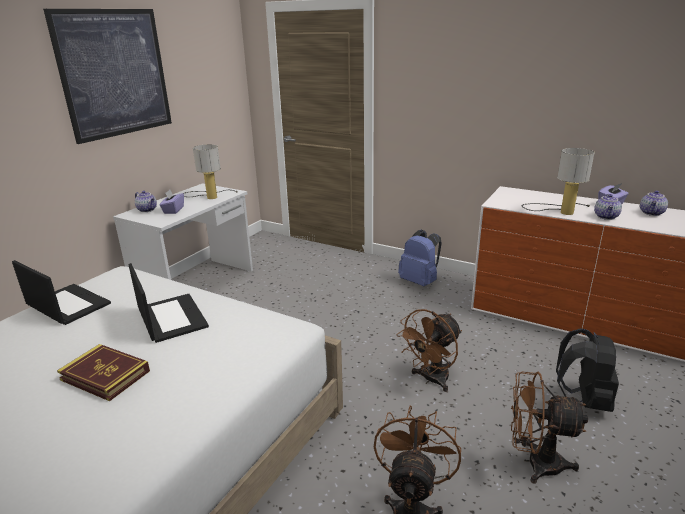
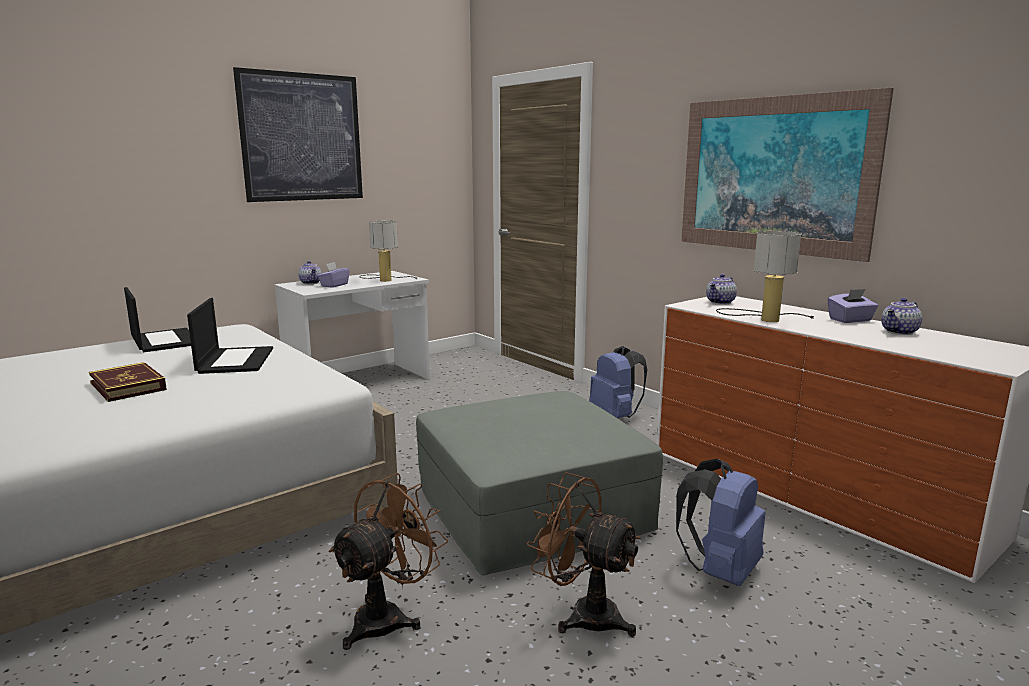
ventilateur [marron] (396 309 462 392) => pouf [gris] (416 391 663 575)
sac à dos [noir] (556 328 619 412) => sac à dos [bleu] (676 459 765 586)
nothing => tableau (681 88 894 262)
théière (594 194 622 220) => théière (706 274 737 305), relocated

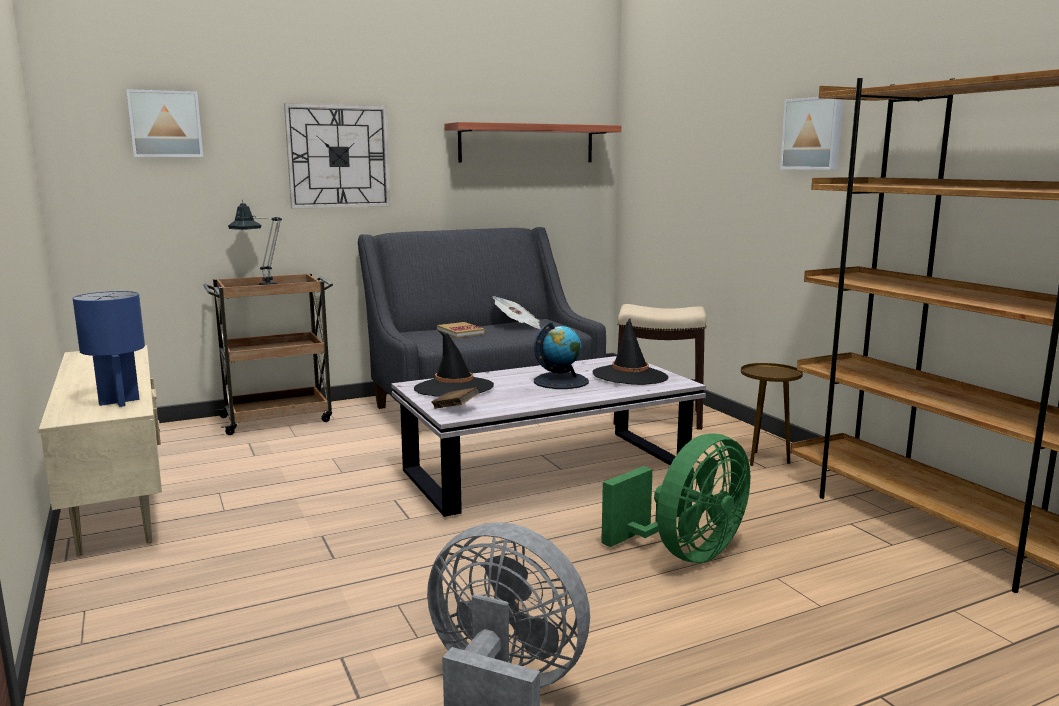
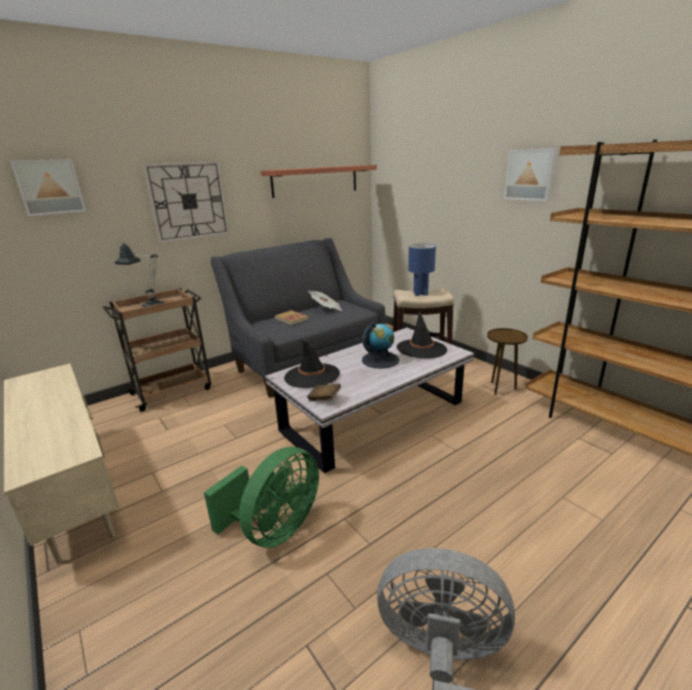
ventilateur [vert] (601 433 750 563) => ventilateur [vert] (204 447 319 548), relocated
lampe de table [bleu] (73 291 145 407) => lampe de table [bleu] (408 244 436 296), relocated

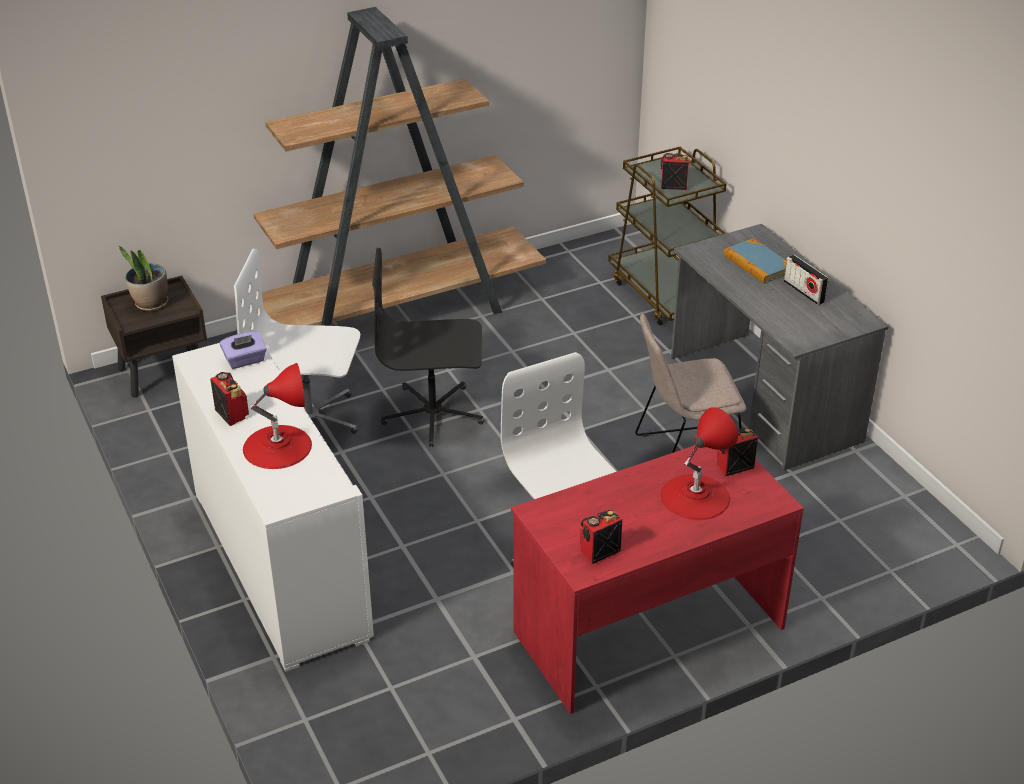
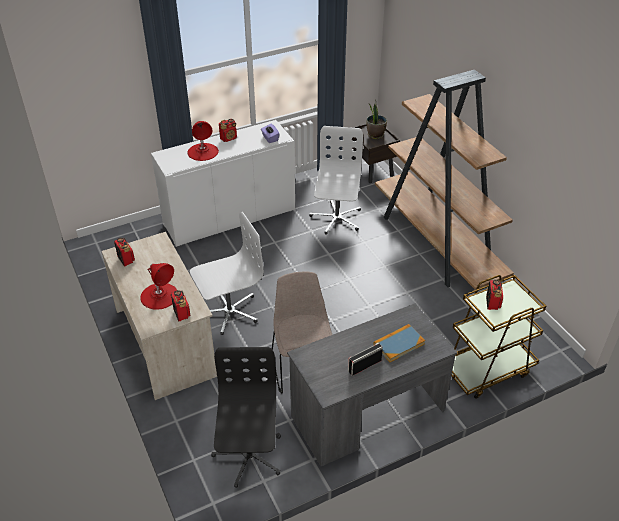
bureau [rouge] (511 445 804 714) => bureau [beige] (102 232 217 400)
chaise de bureau [noir] (372 248 484 447) => chaise de bureau [noir] (211 347 281 488), relocated

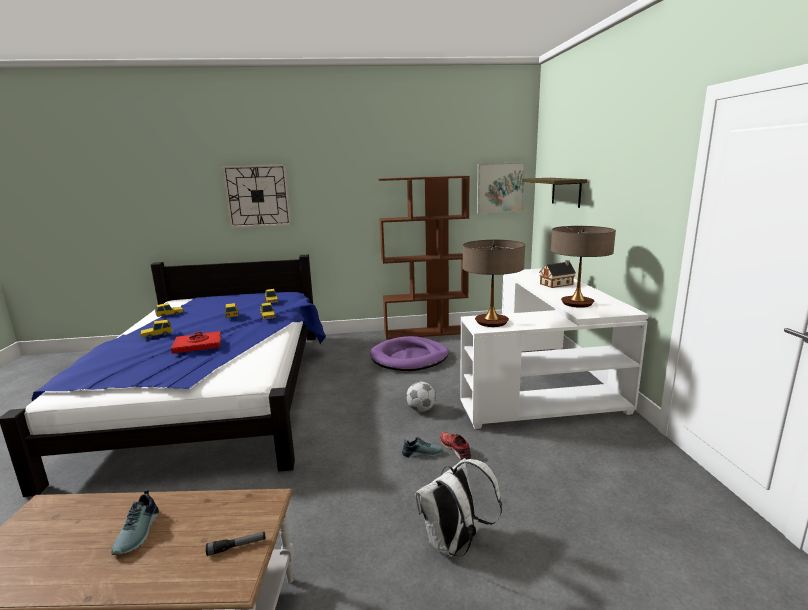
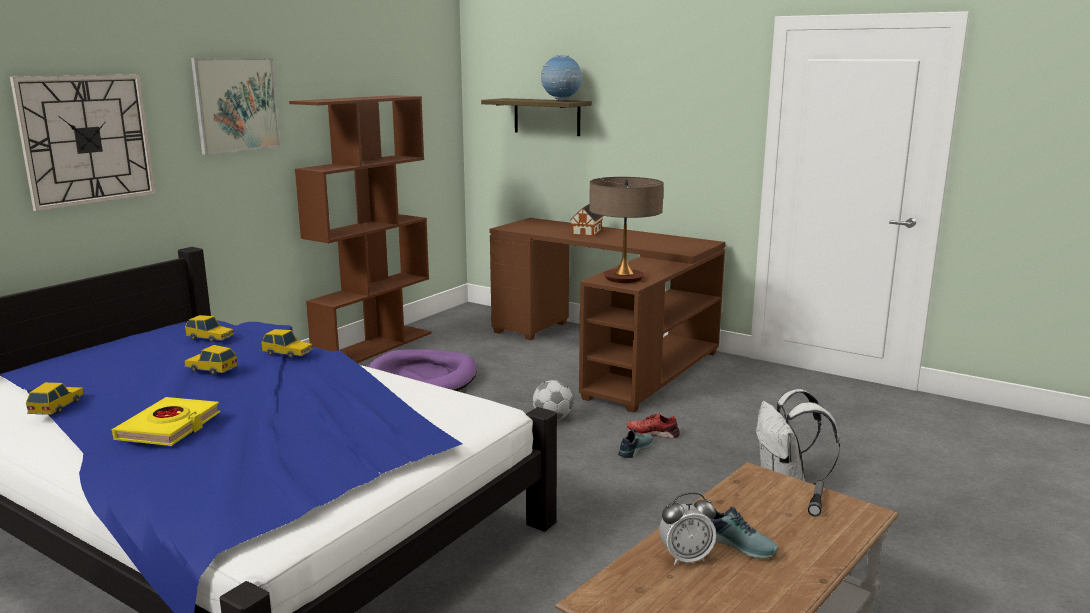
petite voiture (141 320 172 338) => livre [jaune] (112 397 220 446)
tableau (477 162 526 213) => tableau (191 58 280 155), relocated
bureau [blanc] (460 268 649 429) => bureau [marron] (489 218 725 413)
nothing => globe (541 55 582 101)
nothing => réveil (659 492 717 565)
livre [rouge] (171 331 221 354) => nothing
lampe de table (551 226 616 308) => nothing

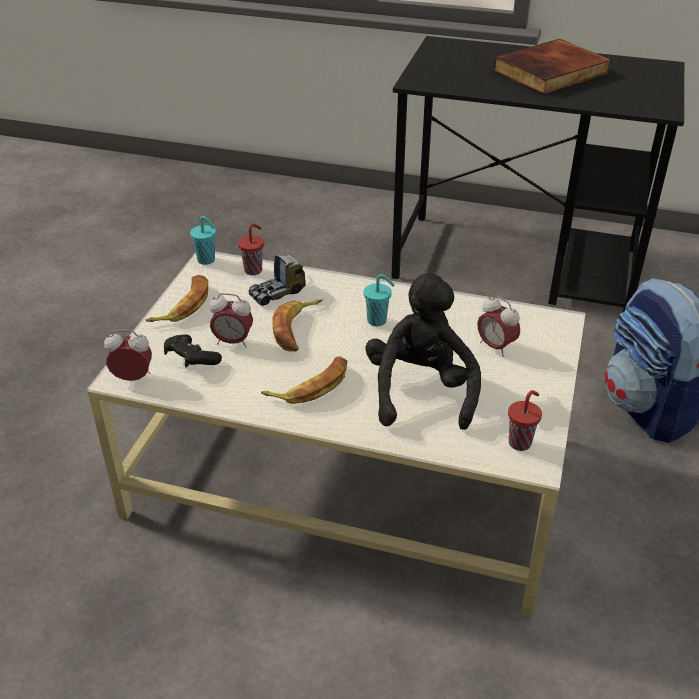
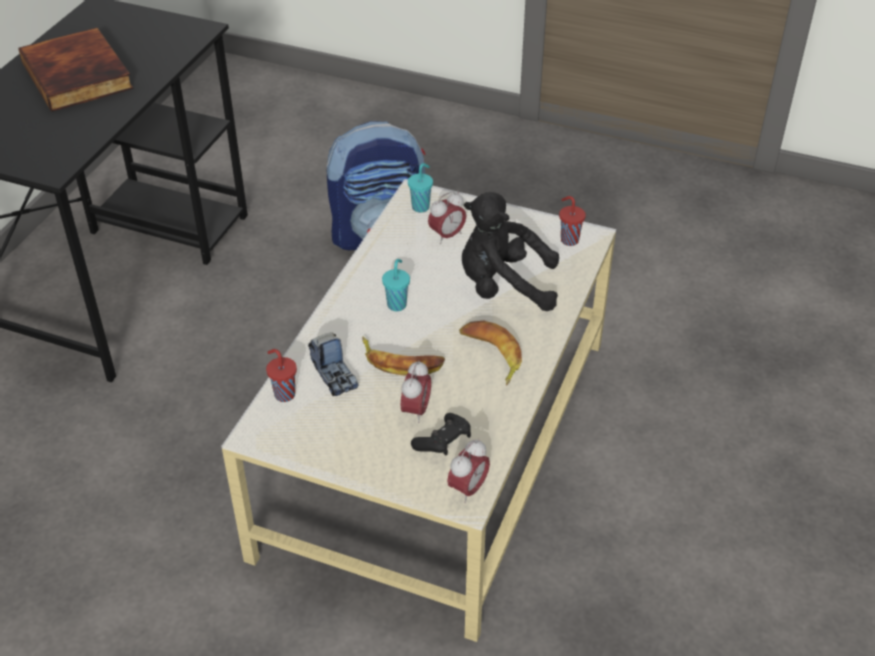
tasse [turquoise] (190 216 216 265) => tasse [turquoise] (408 163 433 213), relocated
réveil (104 330 152 381) => réveil (447 439 490 503), 150 degrees counterclockwise
banane (145 275 208 322) => nothing

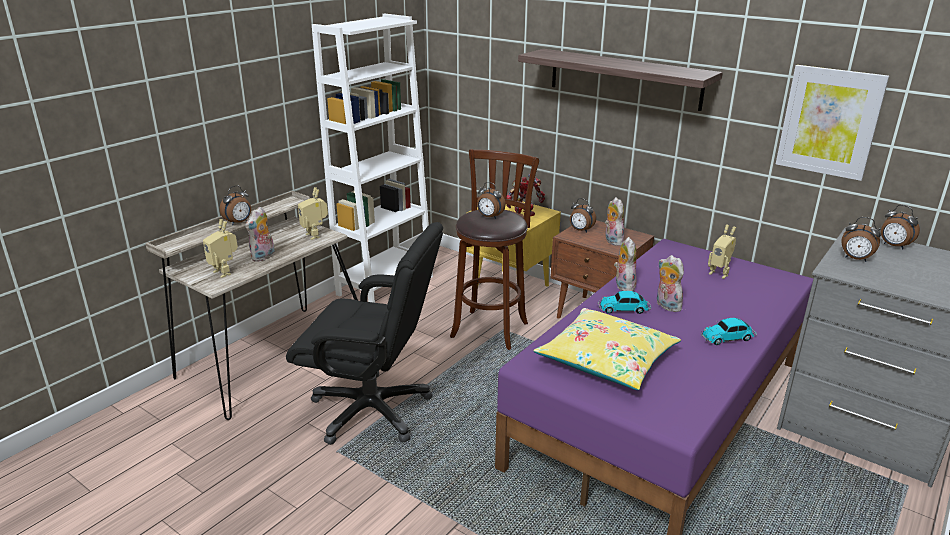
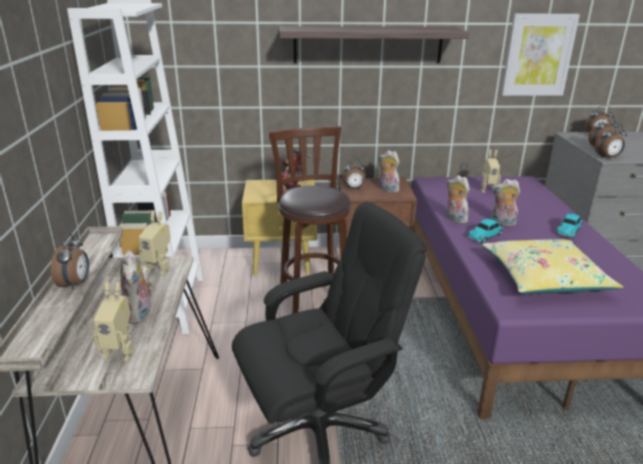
réveil (477 182 506 219) => réveil (595 123 627 158), relocated

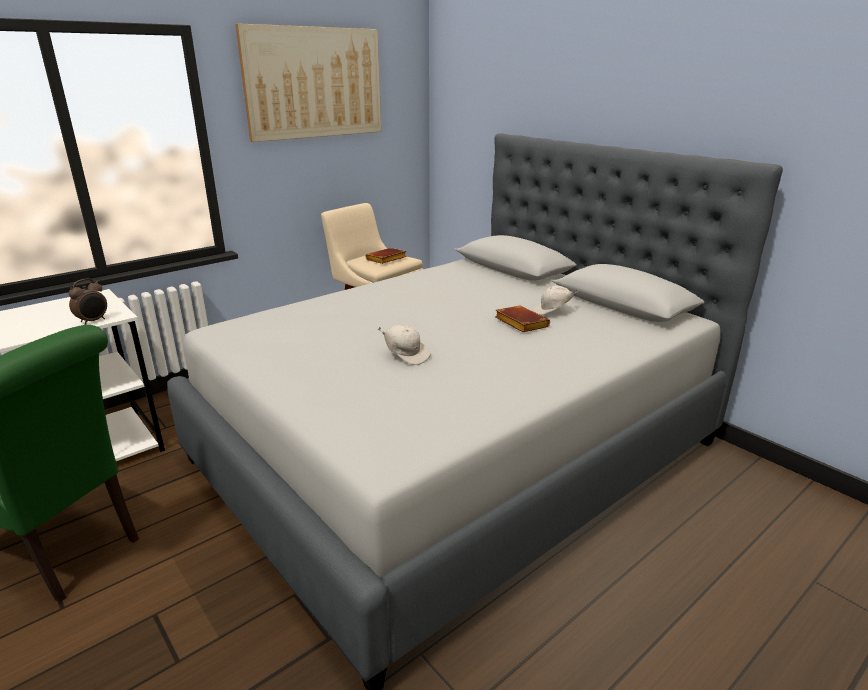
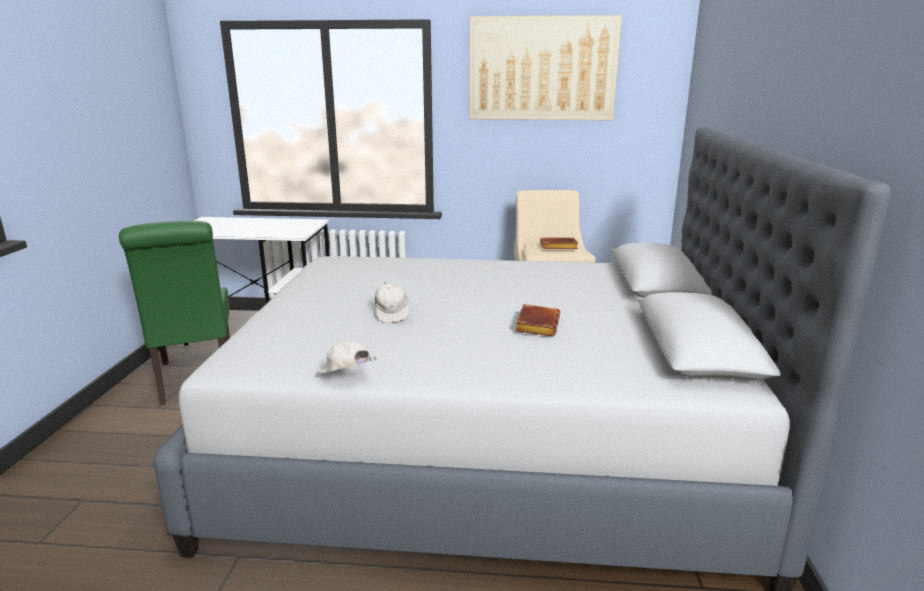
casquette [blanc] (532 286 578 315) => casquette [blanc] (316 341 377 373), relocated
réveil (69 279 107 325) => nothing

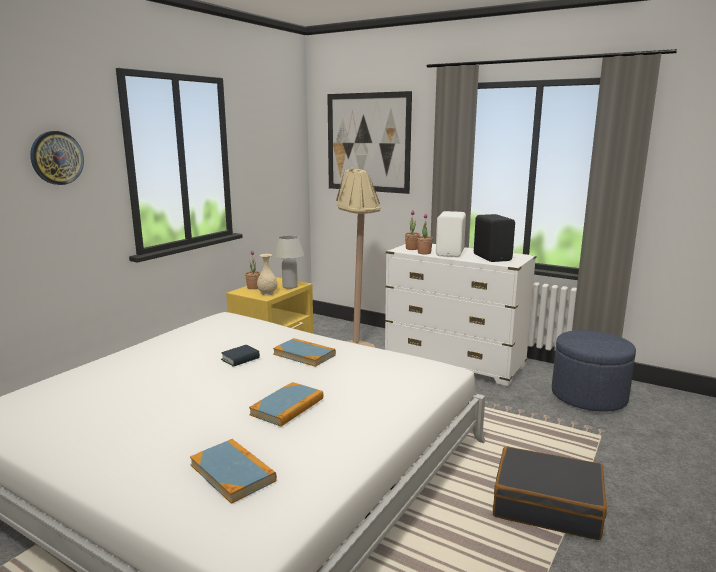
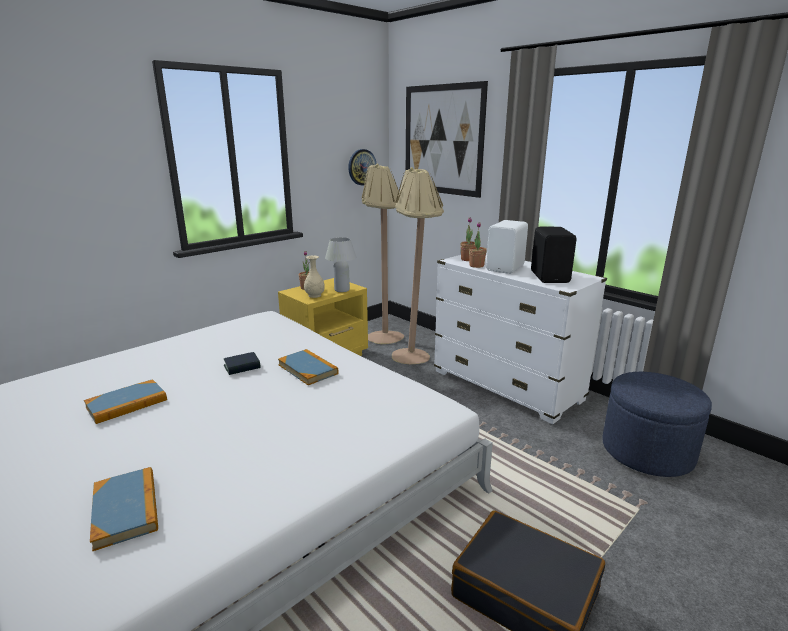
livre (249 382 323 427) => livre (84 379 167 424), relocated
horloge murale (30 131 84 185) => horloge murale (348 149 377 185), relocated
nothing => lampadaire [beige] (362 164 404 344)

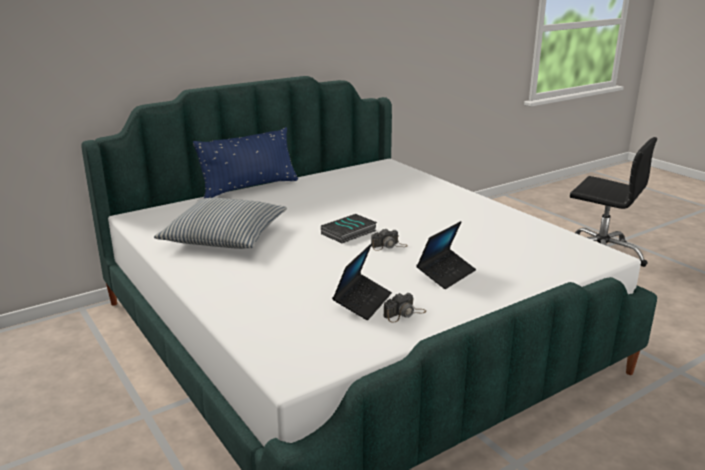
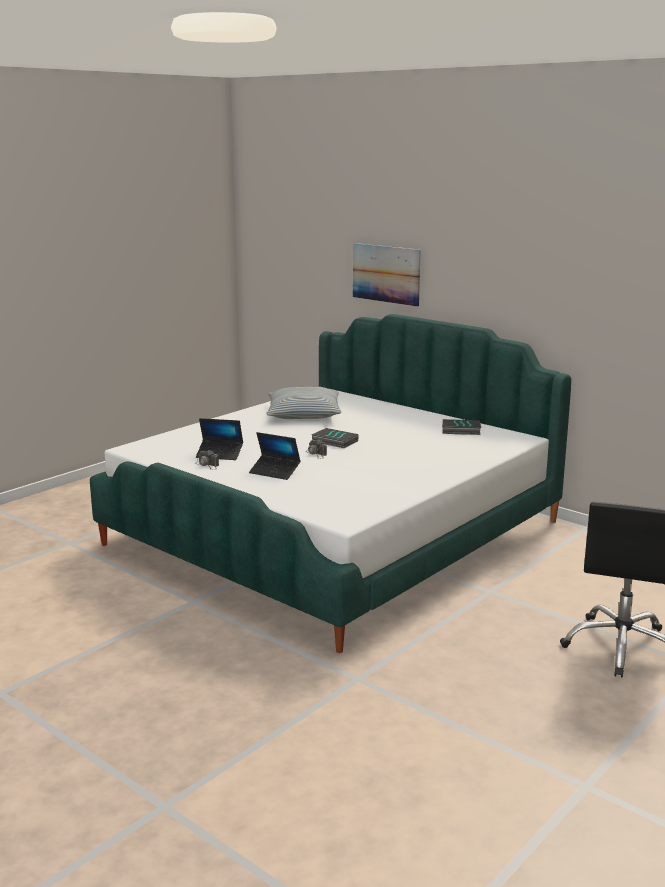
nothing => tableau (353 243 421 307)
nothing => livre (442 419 481 435)
coussin [bleu] (193 127 298 198) => nothing

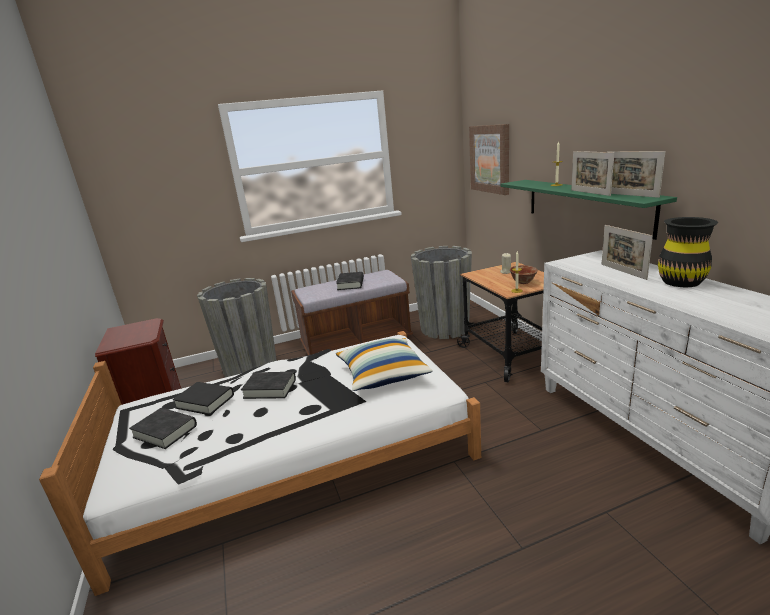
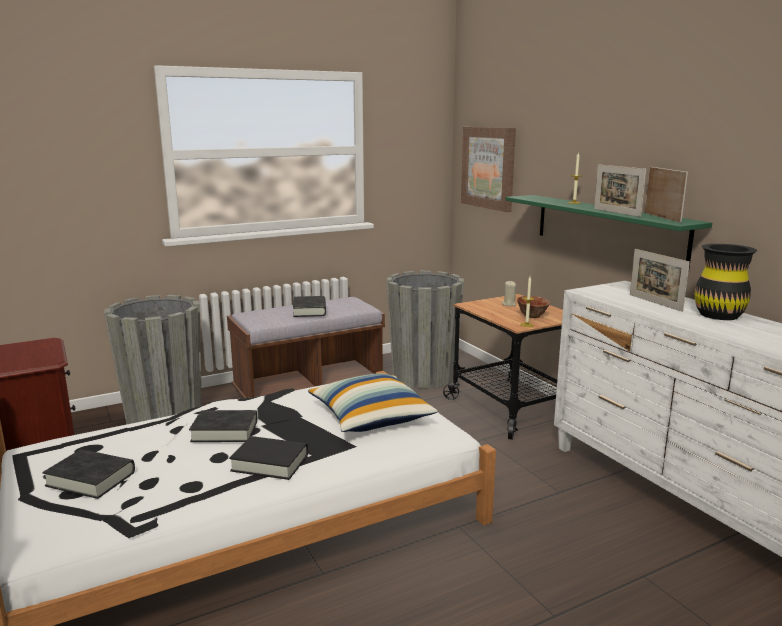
livre [noir] (173 382 234 415) => livre [noir] (229 436 308 480), relocated
cadre photo (607 151 666 198) => cadre photo (645 167 688 223), 150 degrees counterclockwise

